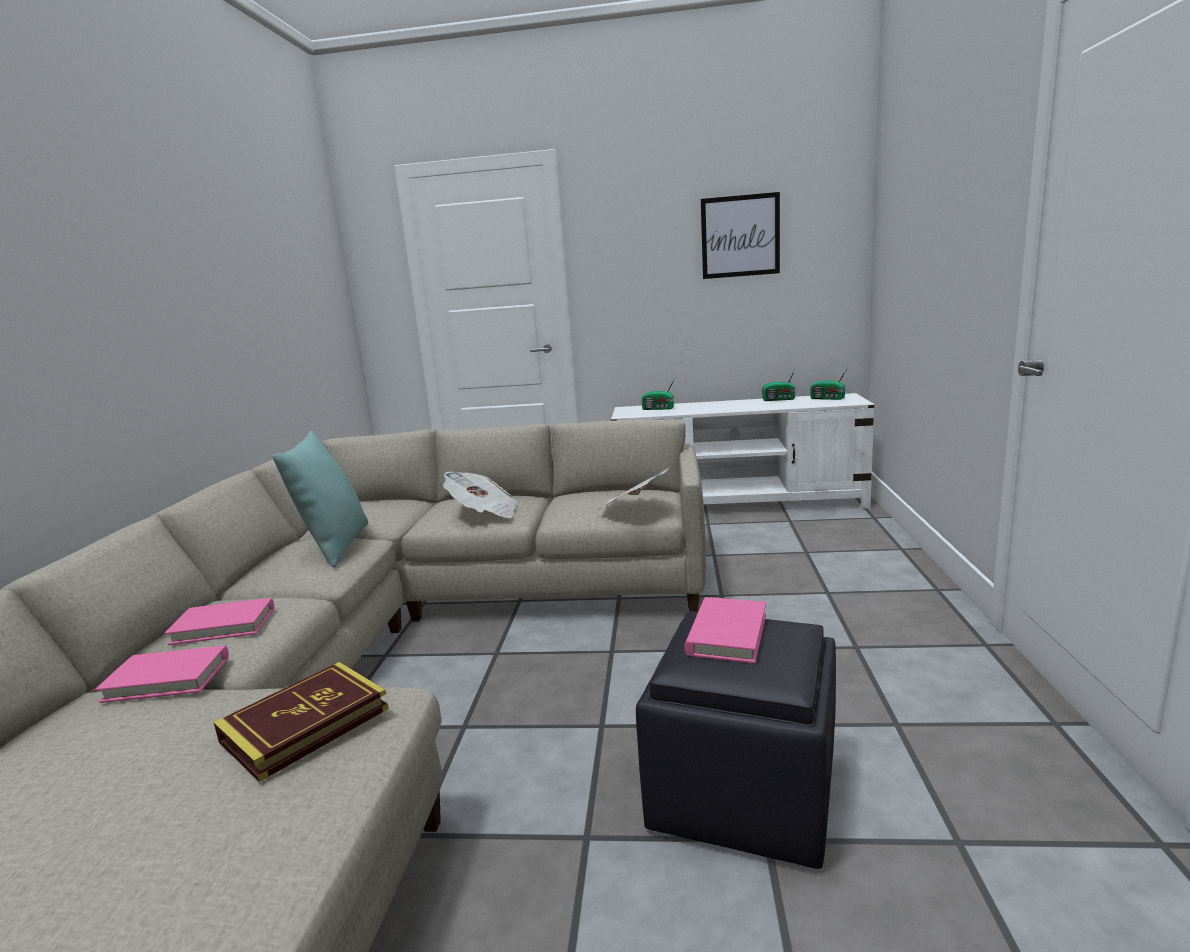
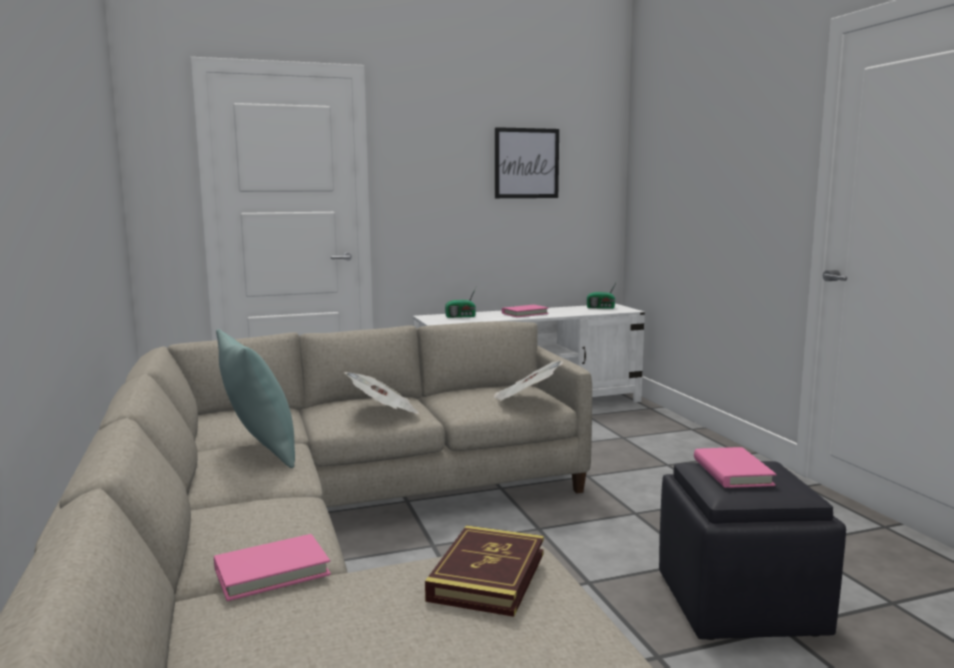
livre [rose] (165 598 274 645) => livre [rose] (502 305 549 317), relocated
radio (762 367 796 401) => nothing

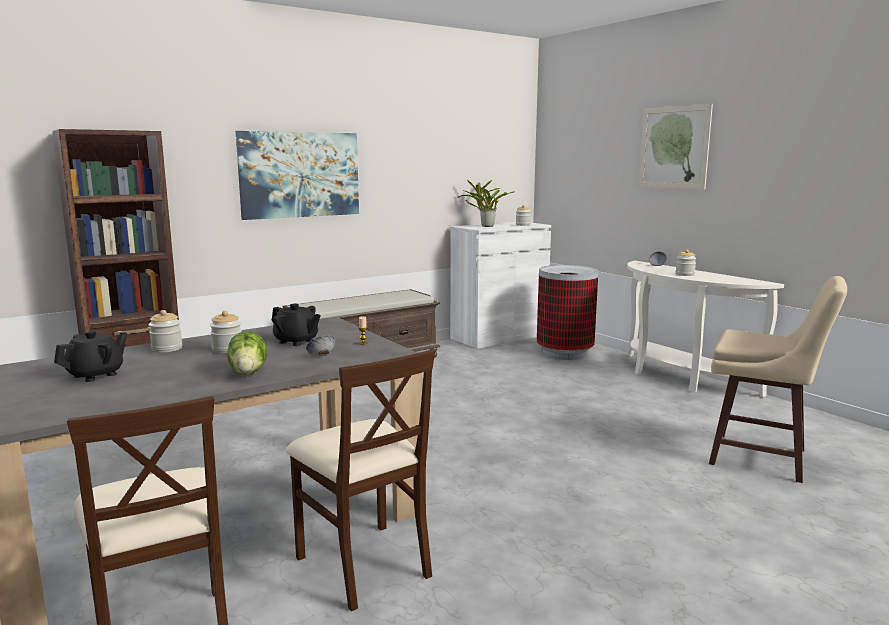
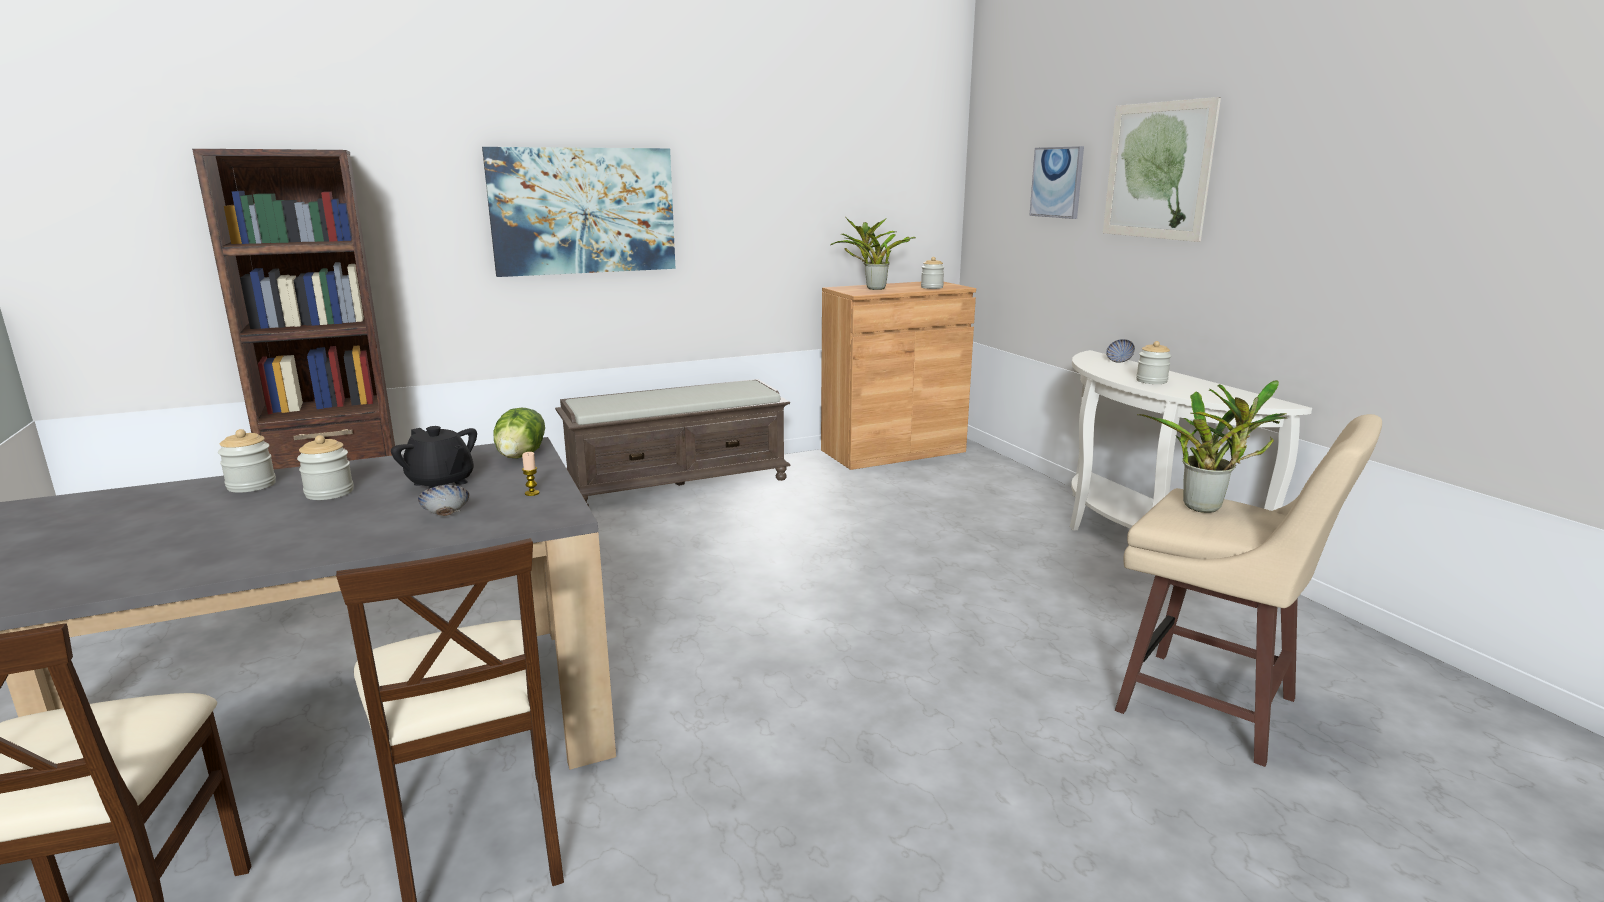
laitue (227 332 267 374) => laitue (493 408 545 458), relocated
meuble de rangement [blanc] (450 222 551 349) => meuble de rangement [marron] (821 282 976 470)
nothing => tableau (1029 146 1084 219)
nothing => plante en pot (1137 380 1287 513)
théière [noir] (54 331 127 382) => nothing
poubelle (537 265 598 360) => nothing

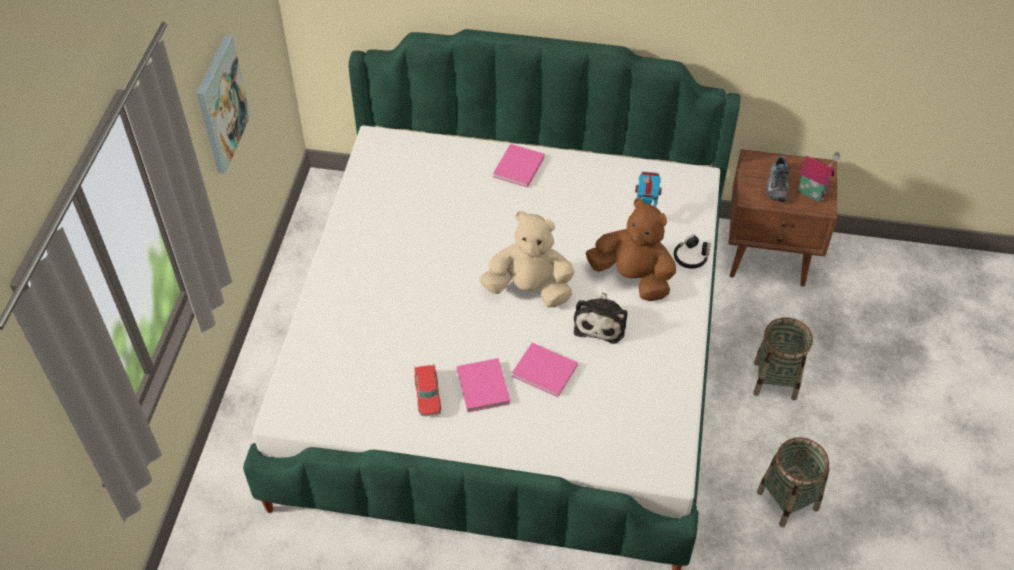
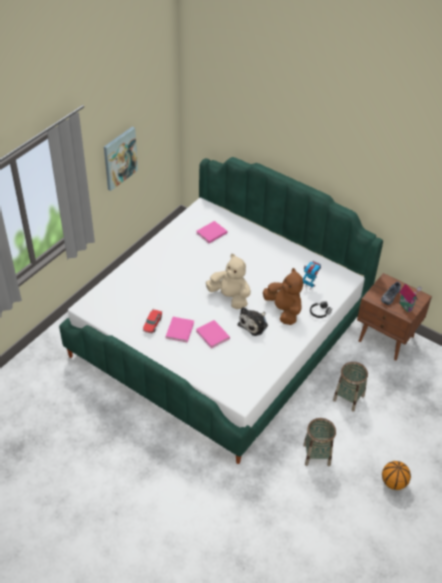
livre [rose] (493 144 545 188) => livre [rose] (197 221 227 243), relocated
nothing => ballon de basket (382 461 411 490)

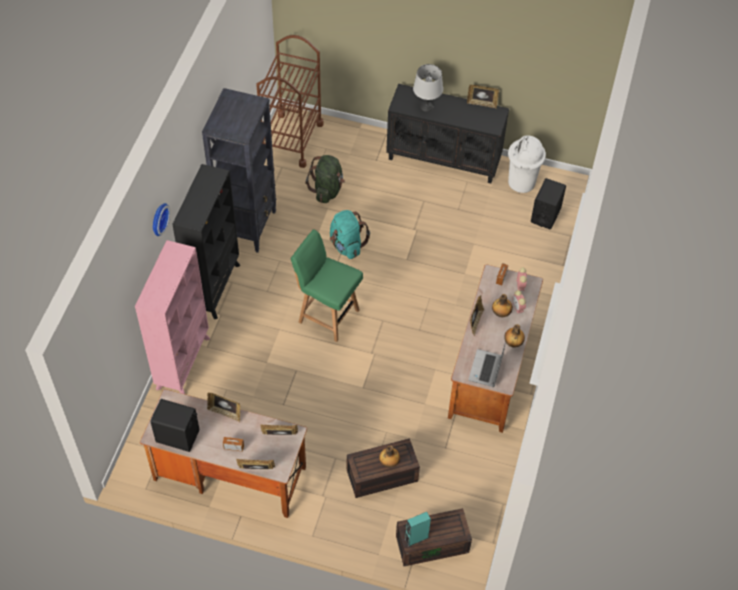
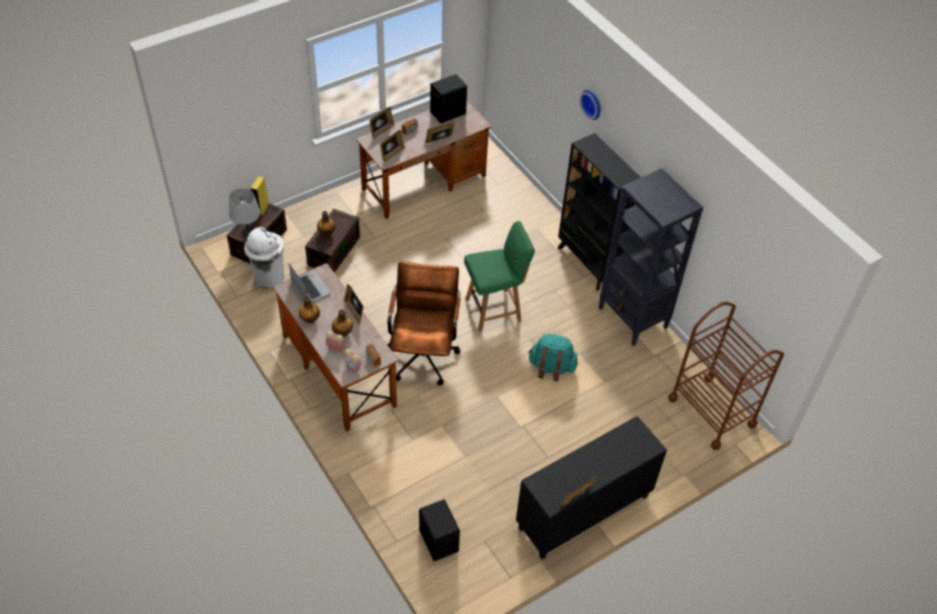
lampe de table [gris] (413 64 443 112) => lampe de table [gris] (229 188 260 237), relocated
poubelle [blanc] (508 136 546 193) => poubelle [blanc] (244 227 284 289), relocated
enceinte [turquoise] (405 512 431 547) => enceinte [jaune] (250 176 269 218)
nothing => chaise de bureau [marron] (387 262 461 385)
bibliothèque [rose] (135 240 210 394) => nothing
sac à dos [vert] (305 155 345 203) => nothing

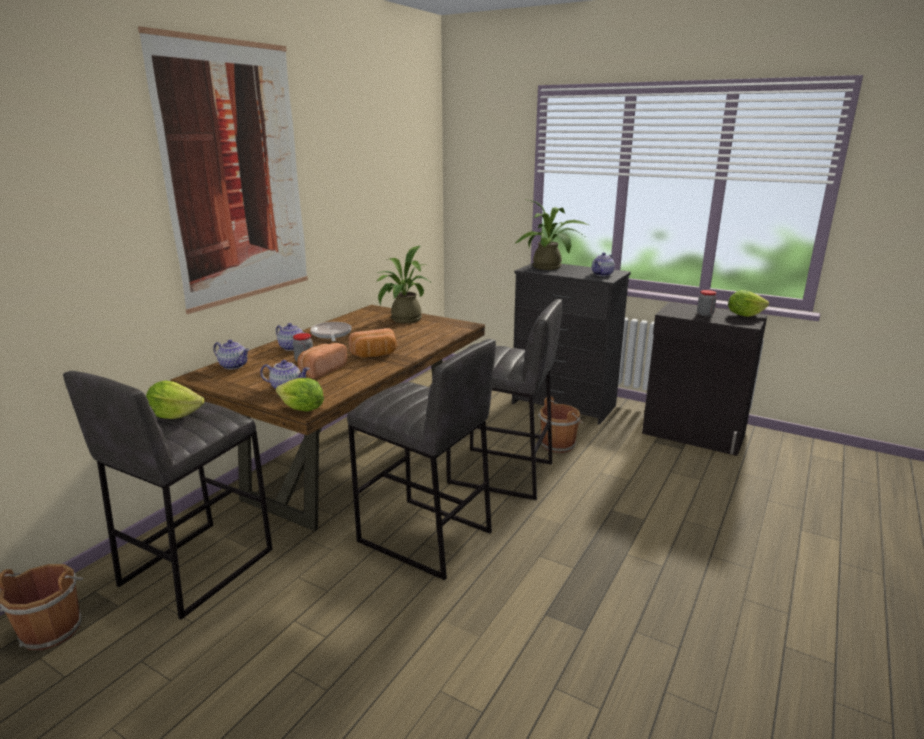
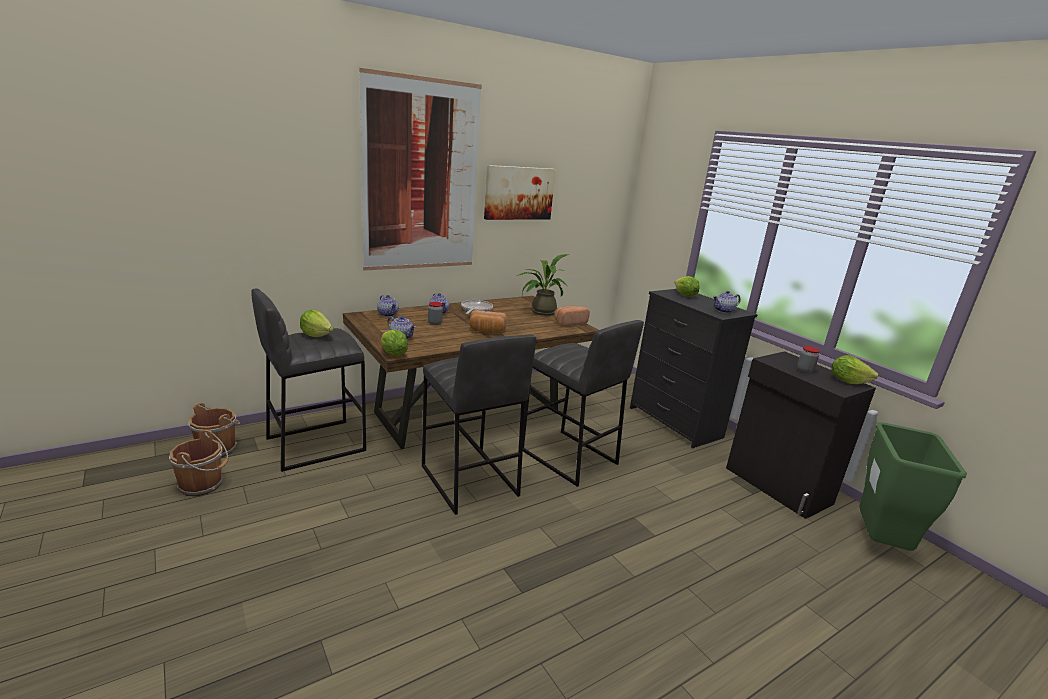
seau [marron] (538 397 583 453) => seau [marron] (169 429 229 497), relocated
nothing => tableau (484 165 556 220)
pain (297 343 347 379) => pain (554 306 590 327), relocated
plante en pot (514 199 589 270) => laitue (675 276 700 297)
nothing => poubelle [vert] (859 422 967 551)

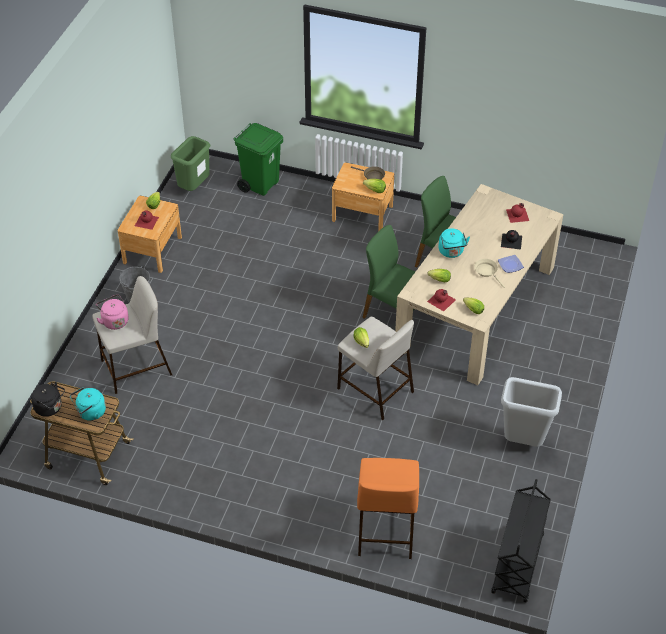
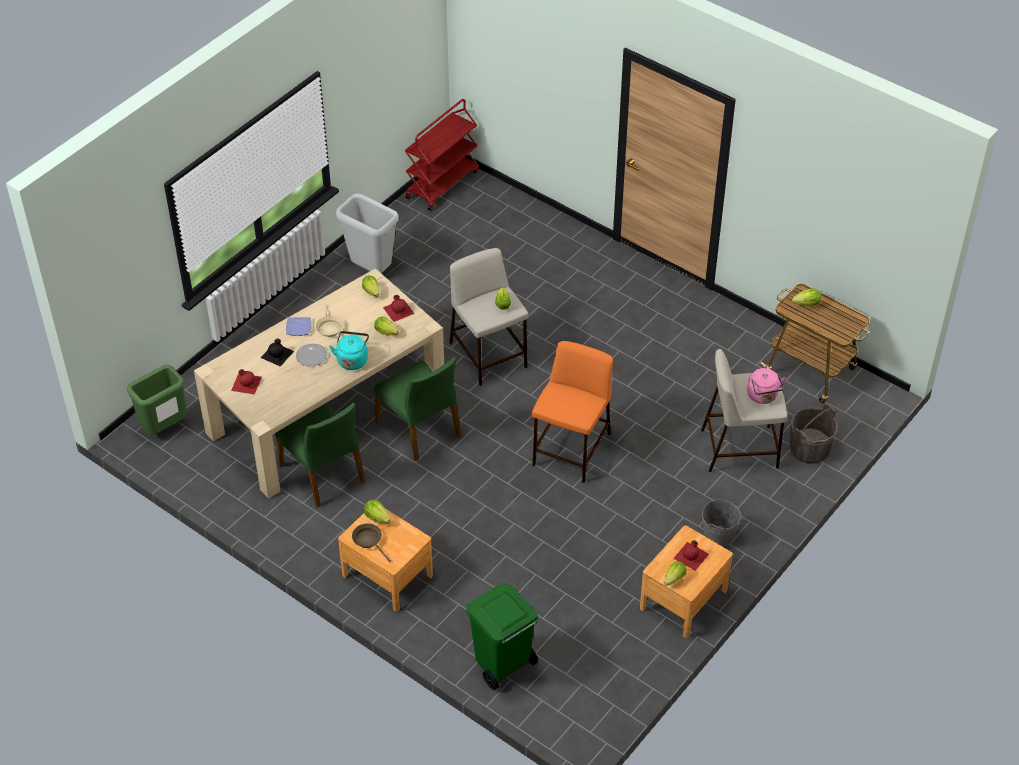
poubelle [vert] (171 136 210 191) => poubelle [vert] (127 365 186 434), relocated
nothing => assiette (296 344 327 367)
chariot [noir] (491 479 551 602) => chariot [rouge] (405 99 479 211)
tabouret [orange] (357 458 419 559) => tabouret [orange] (532 341 613 483), relocated
nothing => seau [gris] (789 404 838 464)
bouilloire [turquoise] (70 387 106 421) => laitue (792 289 821 306)
bouilloire [noir] (31 382 65 417) => nothing

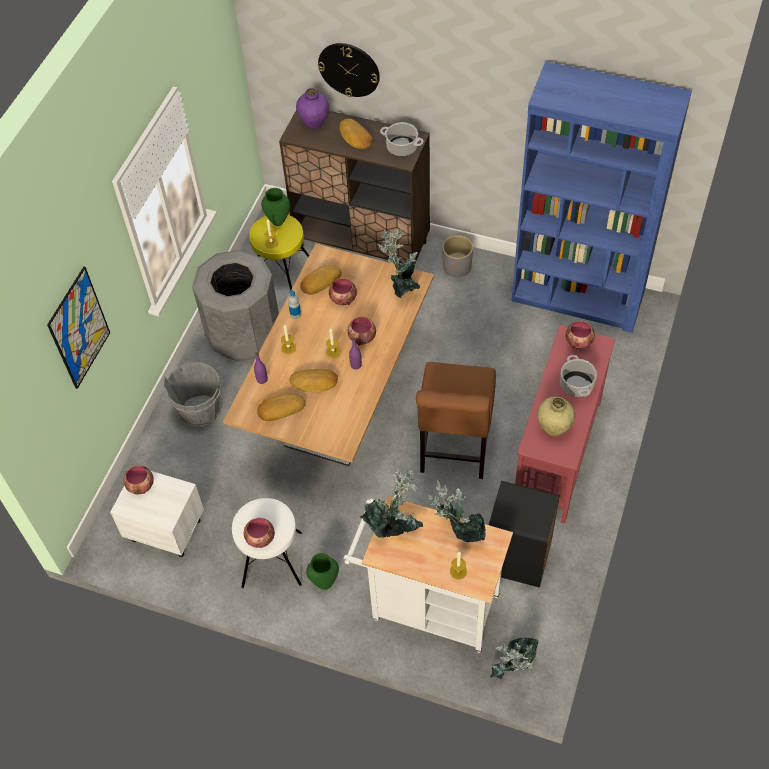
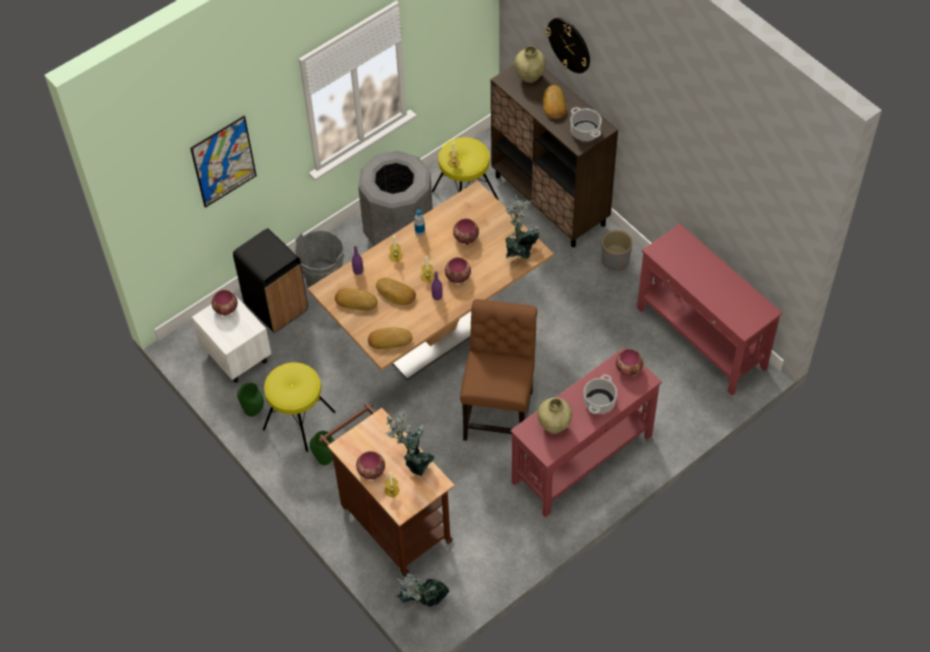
poubelle [noir] (489 481 560 588) => poubelle [noir] (233 228 308 333), relocated
vase [vert] (261 188 290 226) => vase [vert] (237 383 264 417), relocated
tabouret [blanc] (232 498 302 589) => tabouret [jaune] (263 362 336 452)
chariot [blanc] (343 496 513 653) => chariot [marron] (318 403 454 577)
bol (244 518 275 548) => bol (356 451 385 480), relocated
pain (300 265 342 295) => pain (368 327 413 349), relocated
chaise [marron] (416 362 496 479) => chaise [marron] (460 299 537 441), 150 degrees clockwise
vase [violet] (296 88 329 129) => vase [beige] (515 46 546 83)
bibliothèque [bleu] (512 61 692 333) => table console [rouge] (637 224 782 396)
plante en pot (360 468 423 538) => nothing

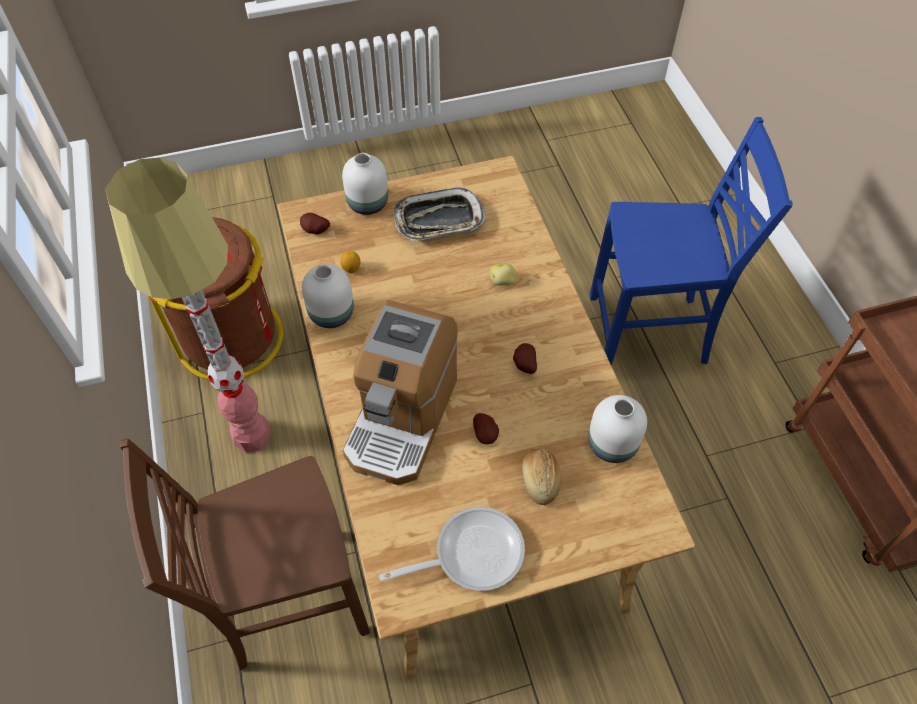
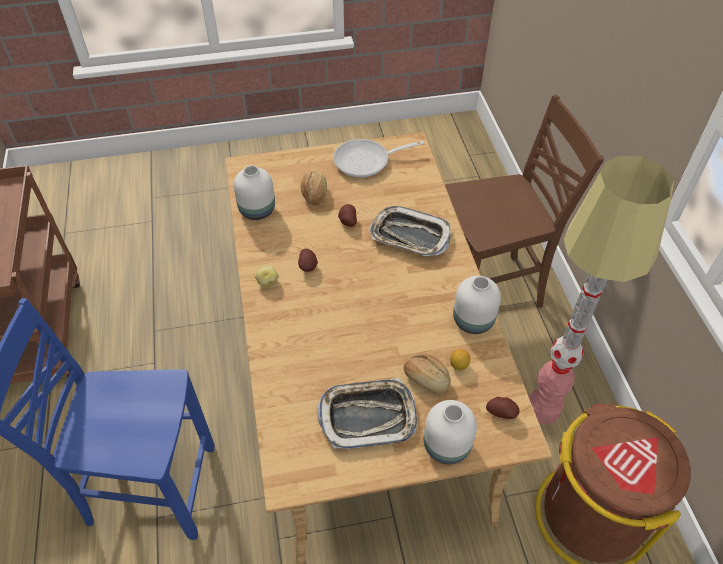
pomme de terre (490 263 516 286) => pomme de terre (255 265 279 287), relocated
machine à café (343 300 458 485) => plateau (370 206 451 256)
nothing => pain (404 354 450 394)

